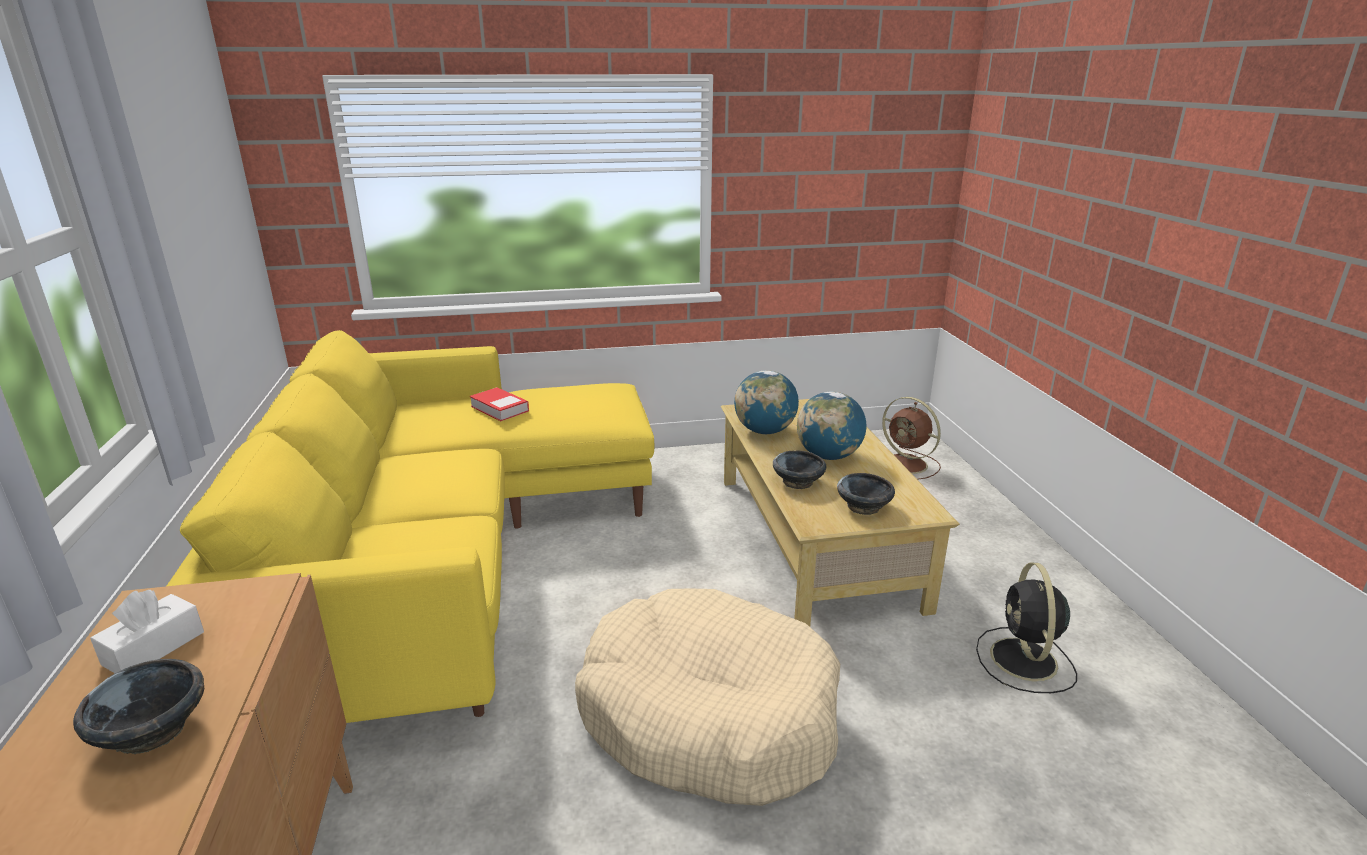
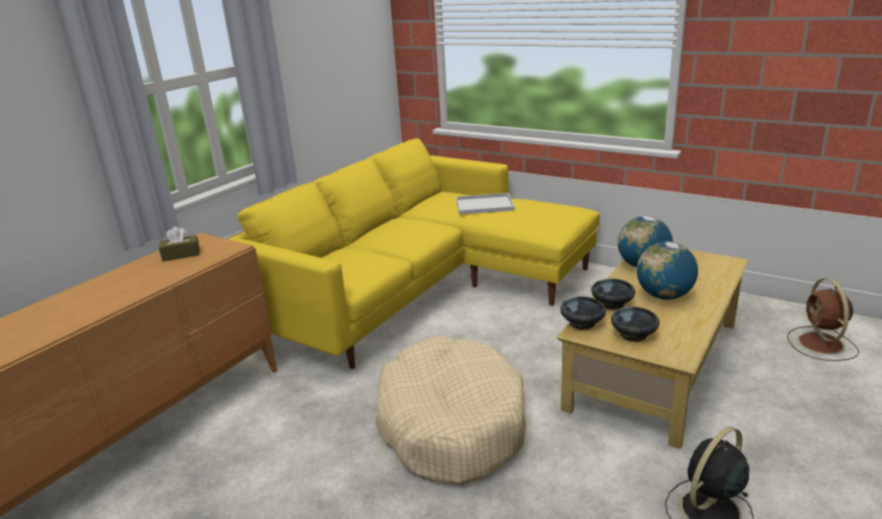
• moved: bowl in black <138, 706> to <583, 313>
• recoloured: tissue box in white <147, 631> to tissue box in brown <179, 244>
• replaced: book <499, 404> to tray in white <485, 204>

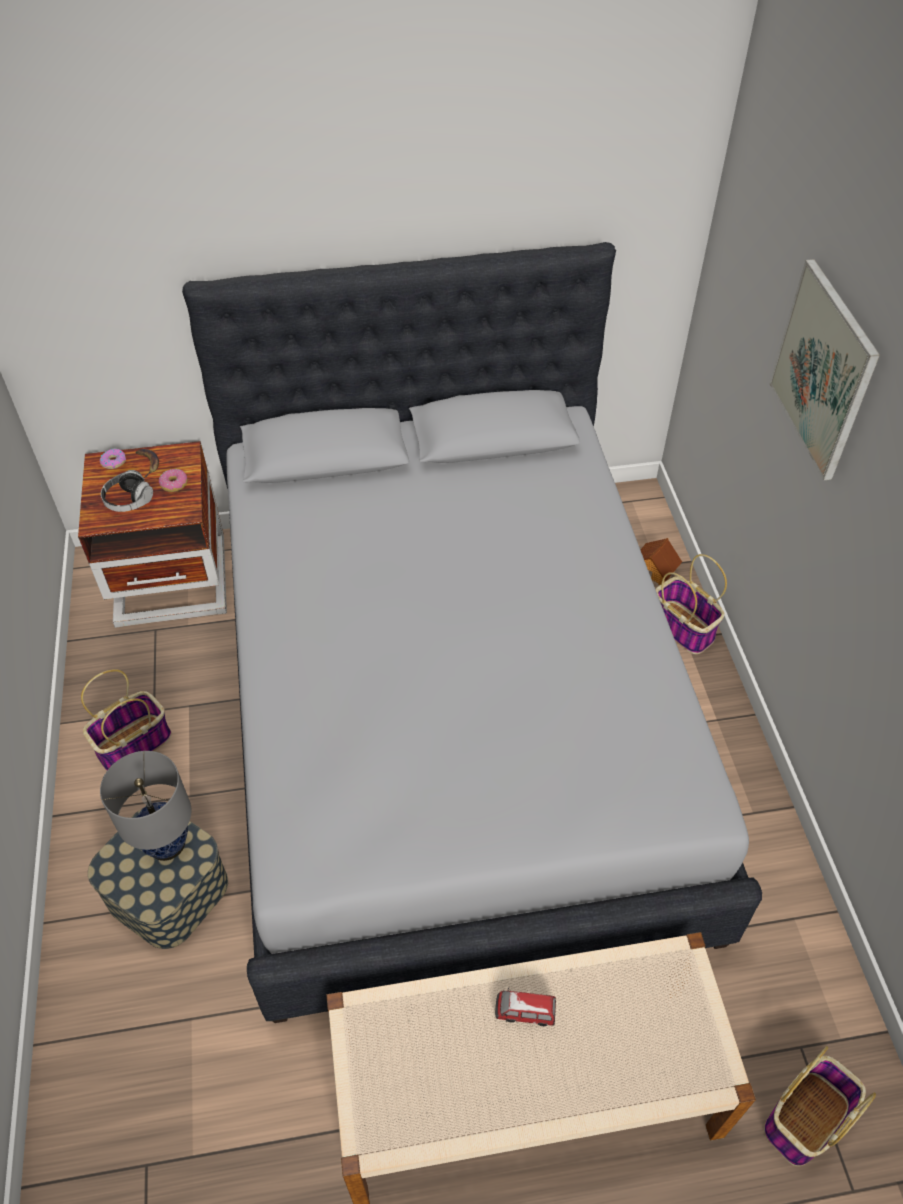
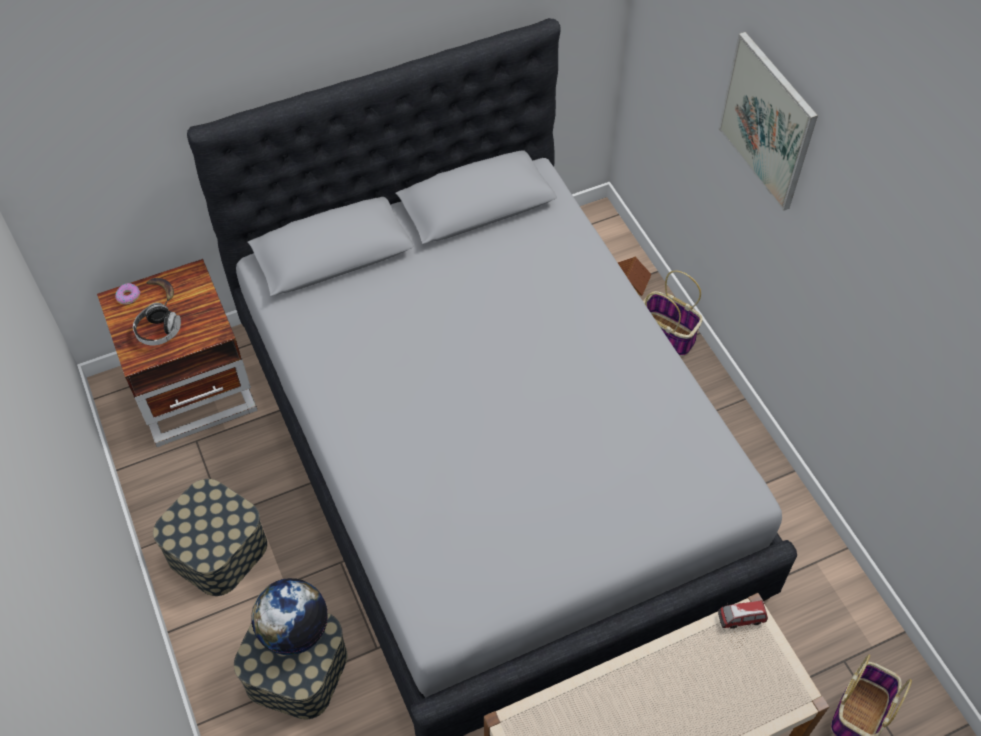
• replaced: basket <126, 720> to storage box <210, 537>
• replaced: table lamp in grey <145, 806> to globe <289, 616>
• removed: donut <173, 480>
• moved: toy car <525, 1007> to <743, 614>

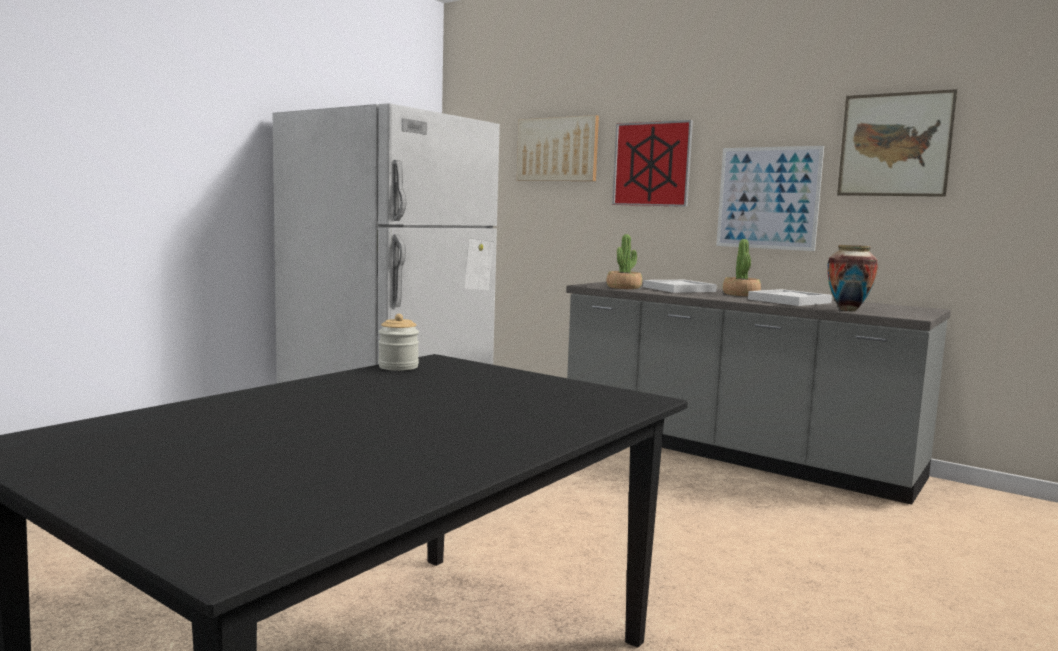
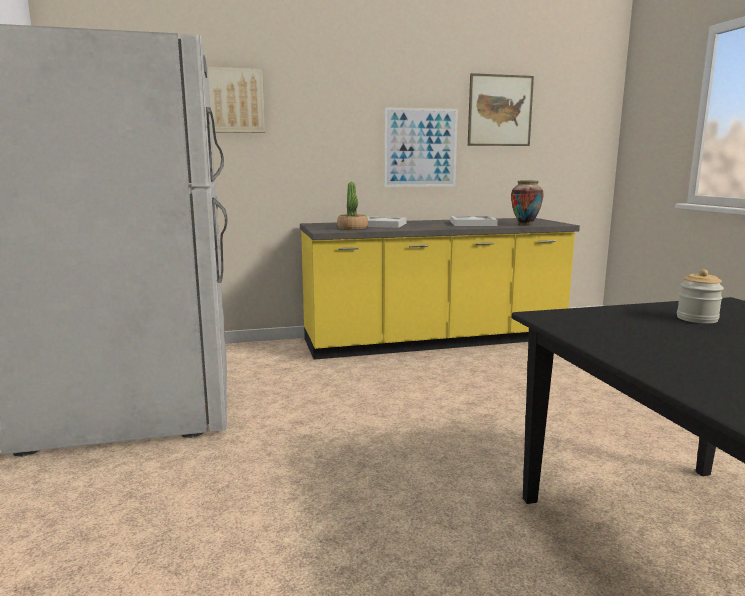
• moved: jar <398, 342> to <700, 296>
• recoloured: counter in grey <758, 393> to counter in yellow <440, 289>
• removed: picture <652, 163>
• removed: potted plant <742, 267>

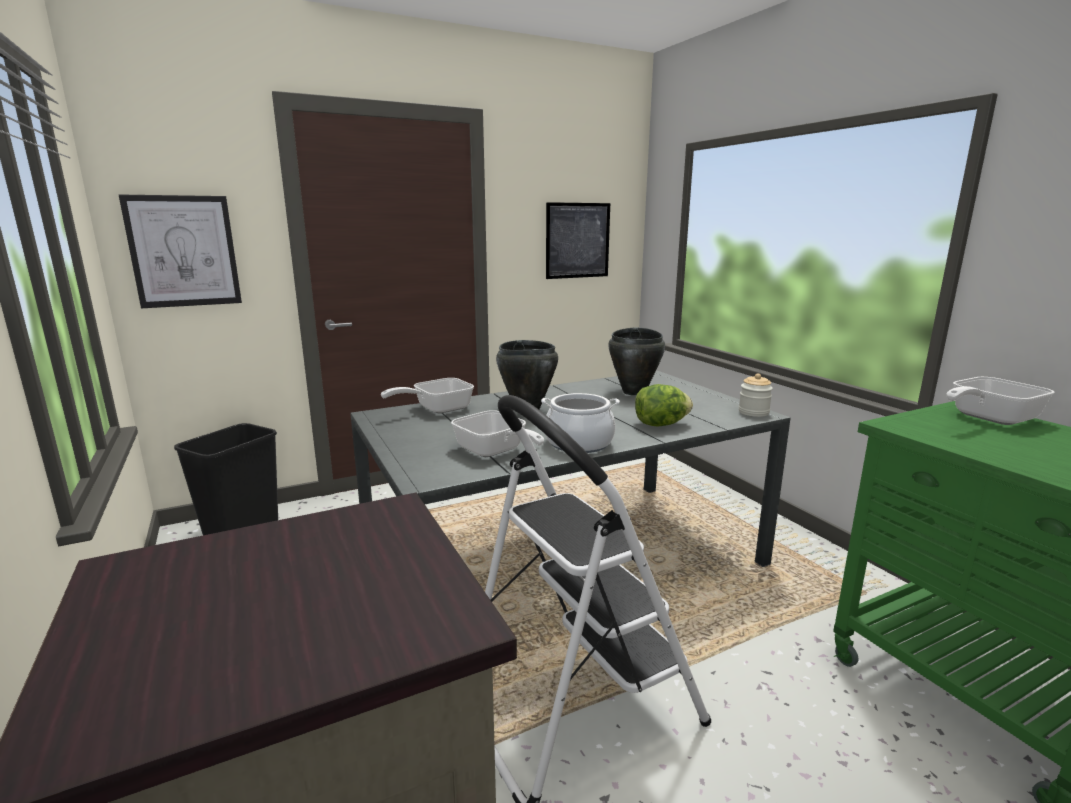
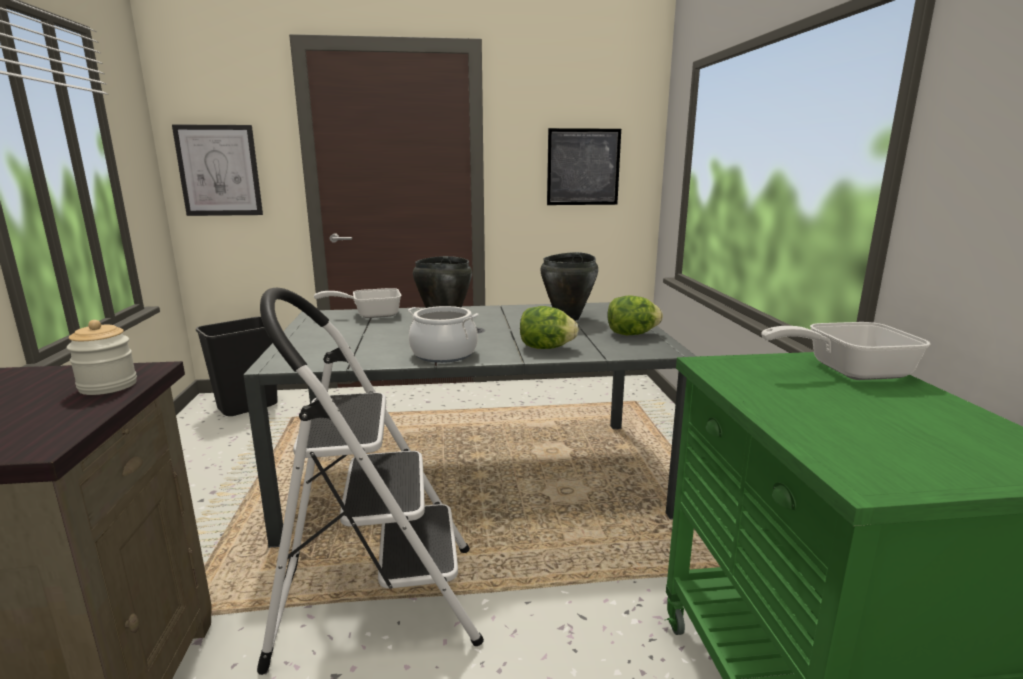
• removed: frying pan <497, 433>
• moved: jar <756, 395> to <102, 357>
• added: lettuce <635, 315>

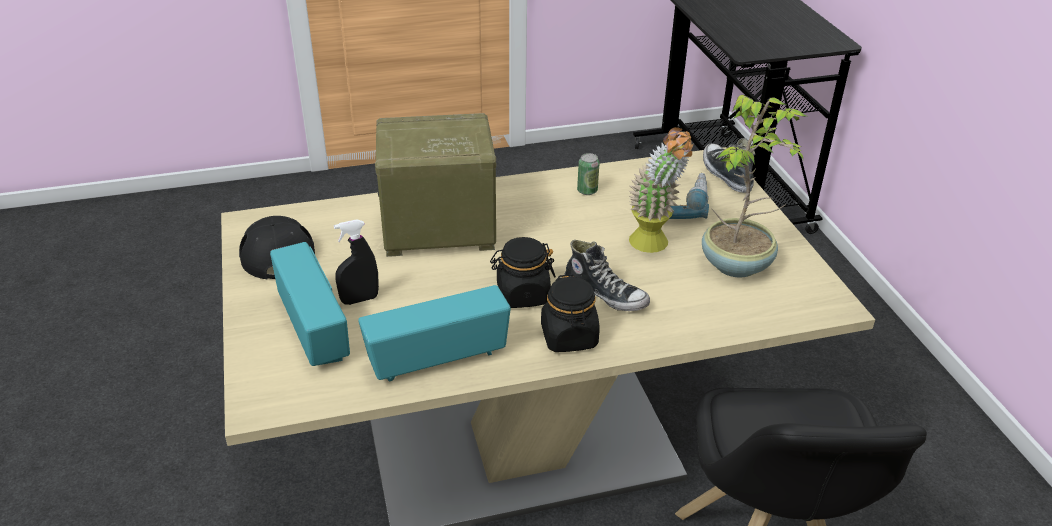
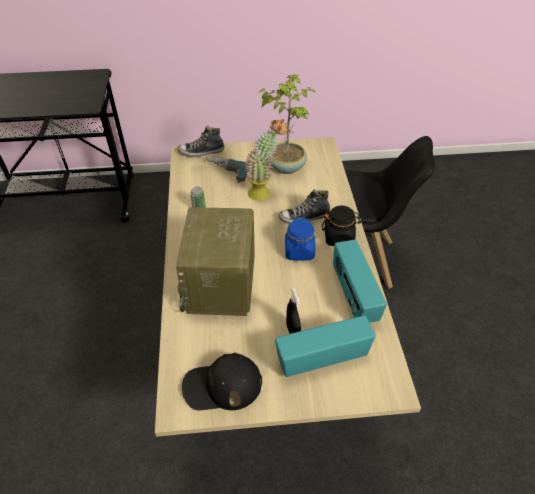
• recoloured: jar in black <523, 272> to jar in blue <300, 239>
• turned: shoe <607, 275> = <304, 206> 150 degrees counterclockwise

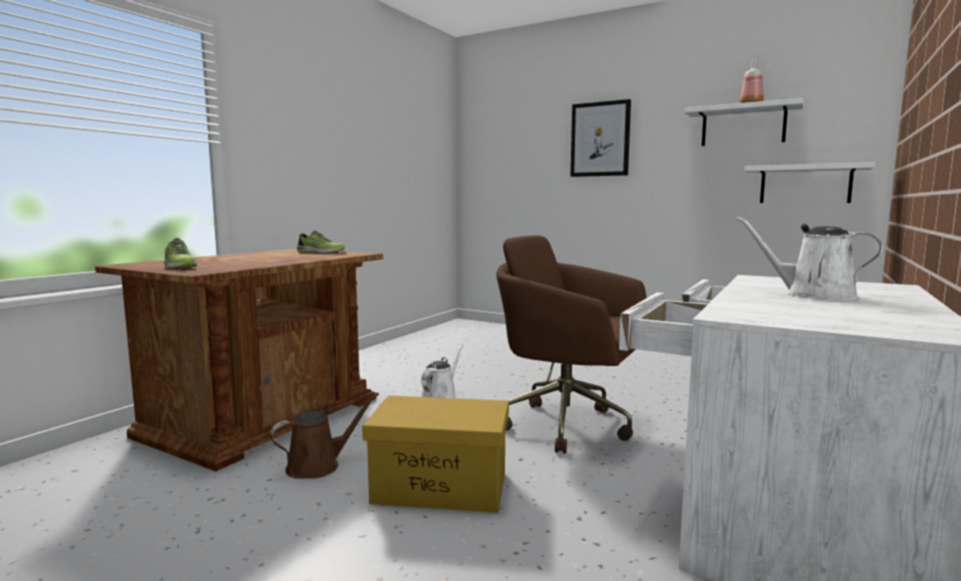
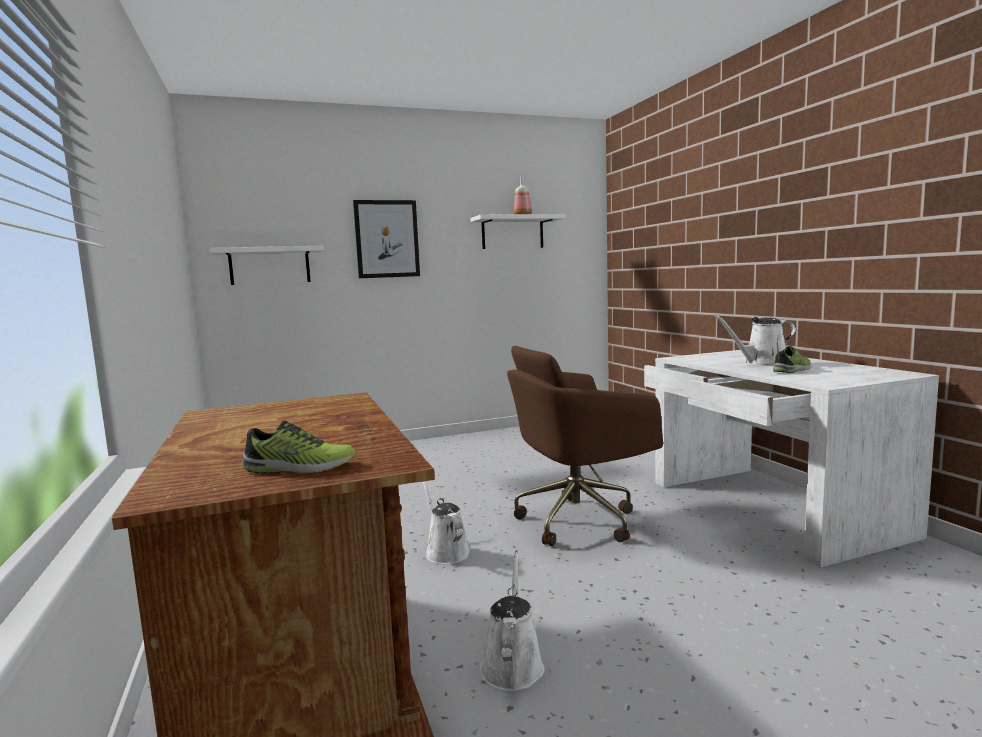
• recoloured: watering can in brown <324, 435> to watering can in white <512, 620>
• moved: shoe <321, 241> to <792, 359>
• removed: storage box in yellow <435, 454>
• moved: shelf in white <809, 182> to <266, 265>

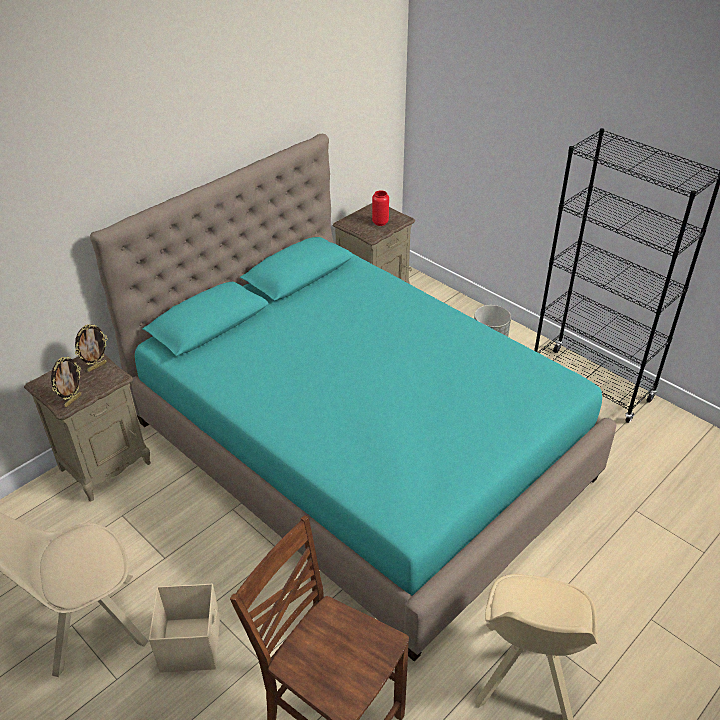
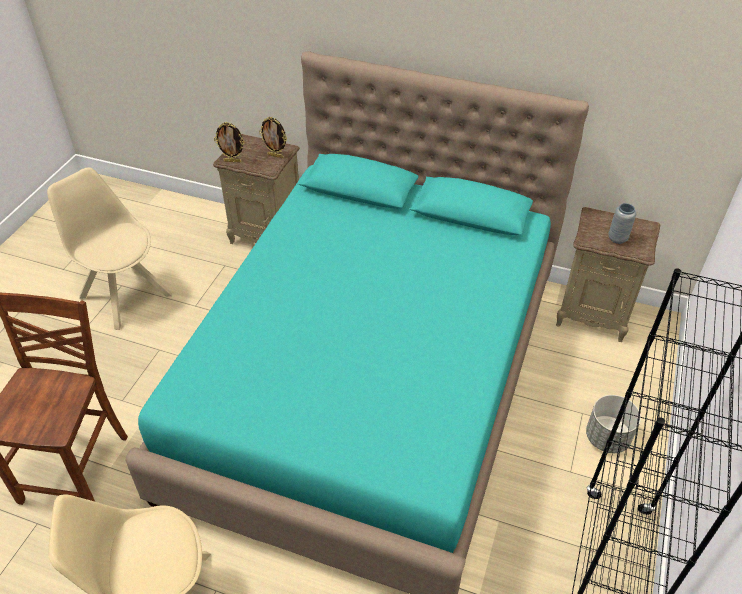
• removed: storage box in beige <184, 628>
• recoloured: vase in red <380, 208> to vase in grey <622, 223>

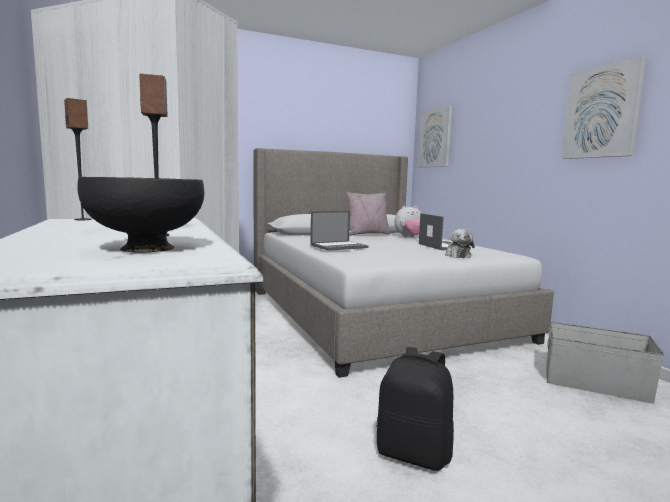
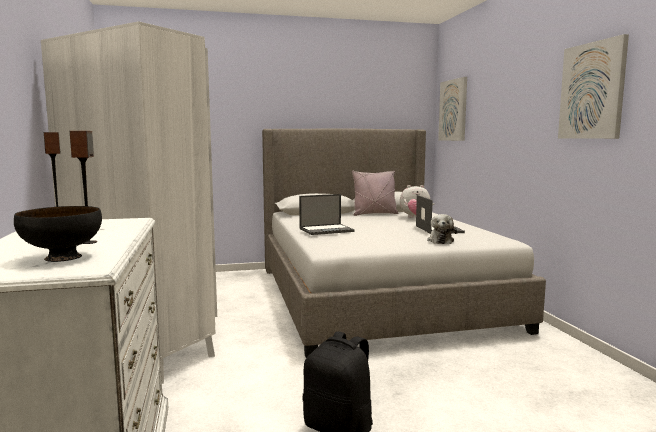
• removed: storage box in grey <605, 362>

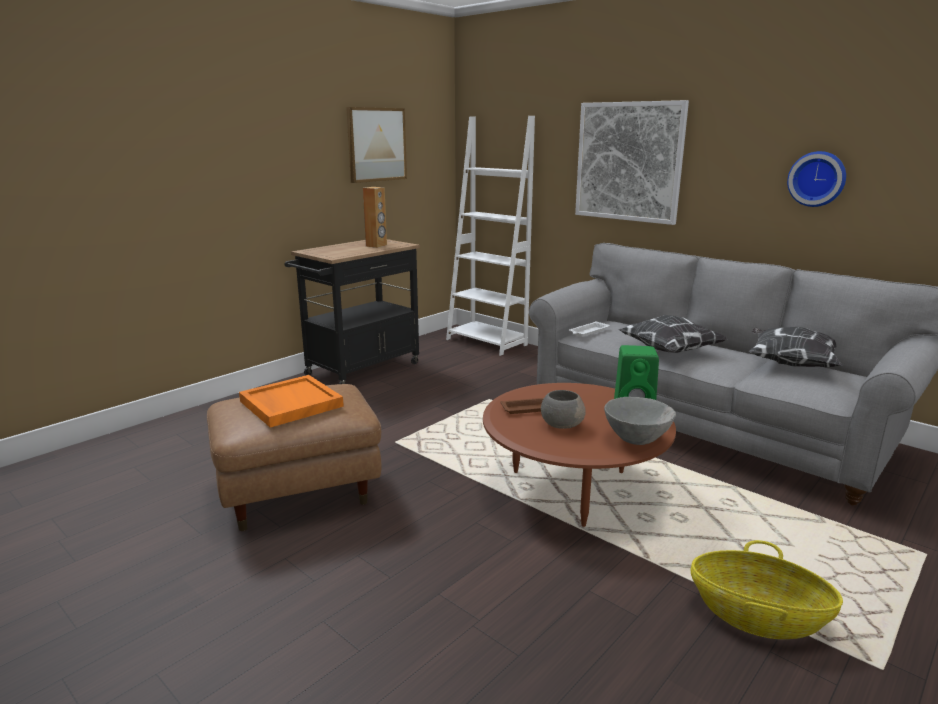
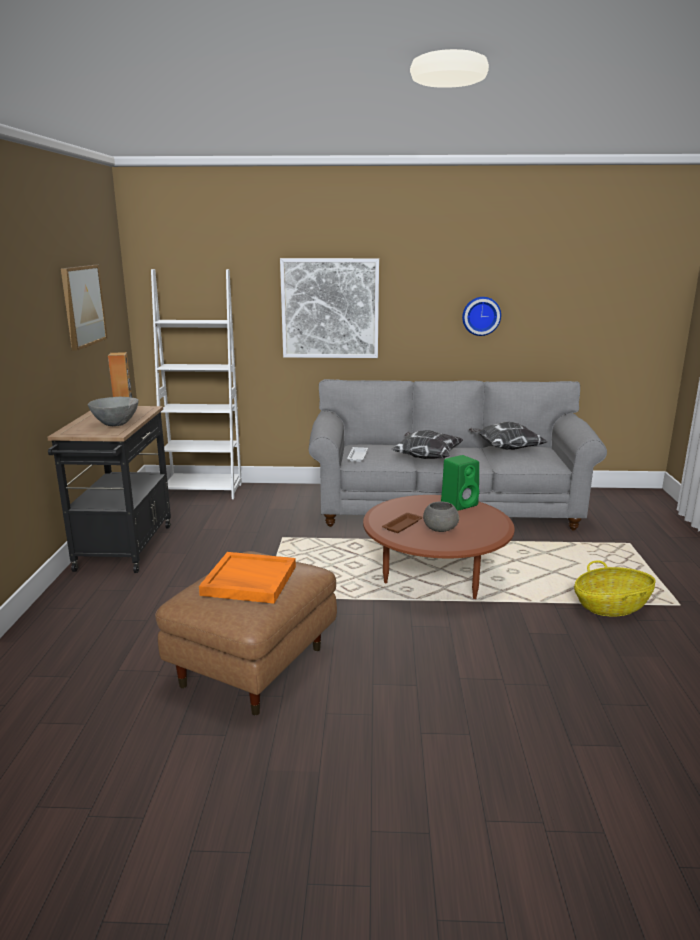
• moved: bowl in grey <640, 421> to <113, 411>

